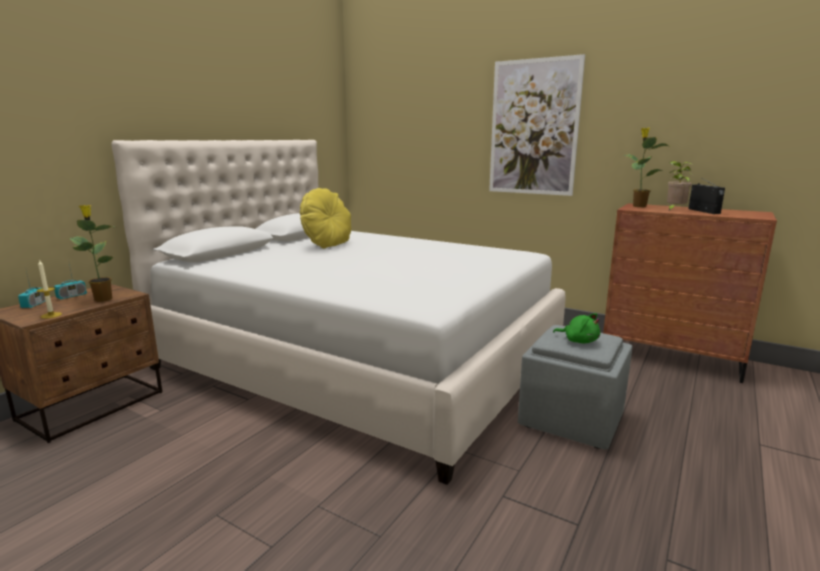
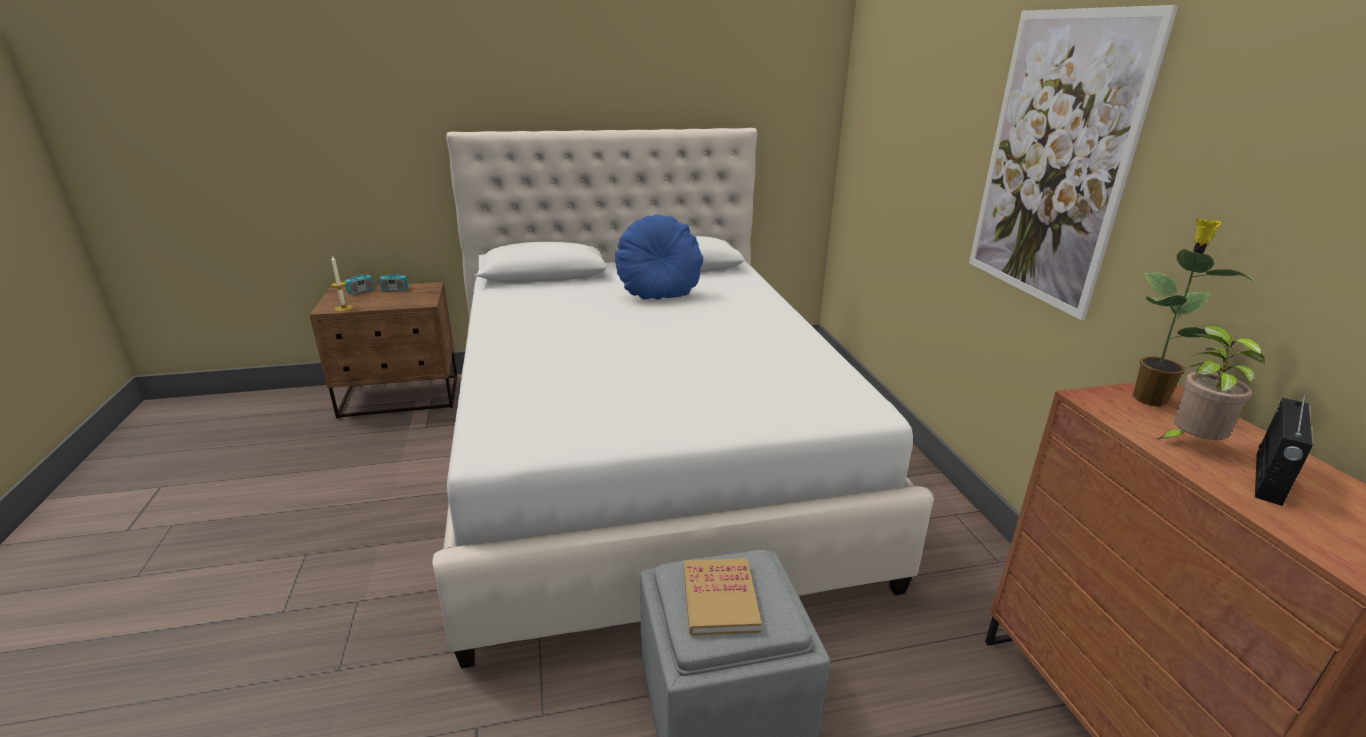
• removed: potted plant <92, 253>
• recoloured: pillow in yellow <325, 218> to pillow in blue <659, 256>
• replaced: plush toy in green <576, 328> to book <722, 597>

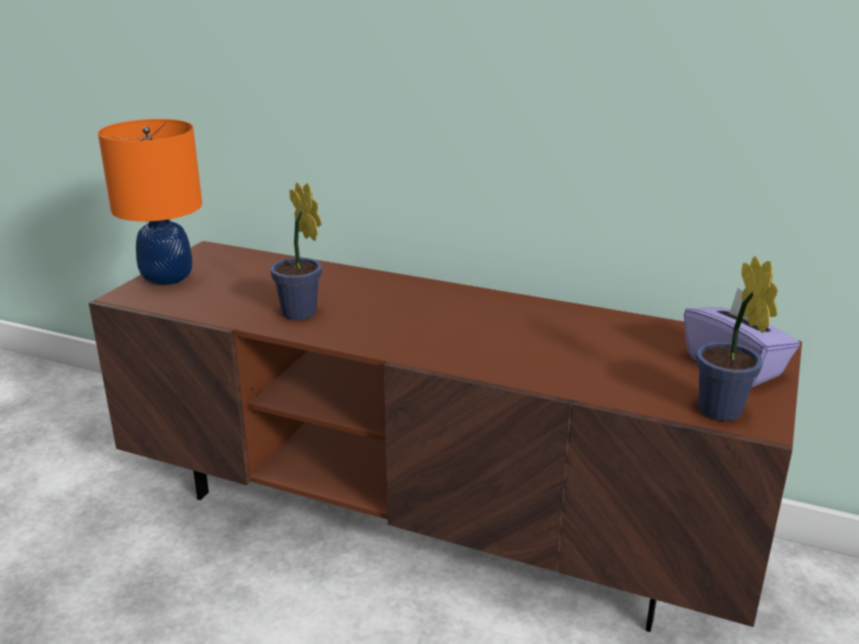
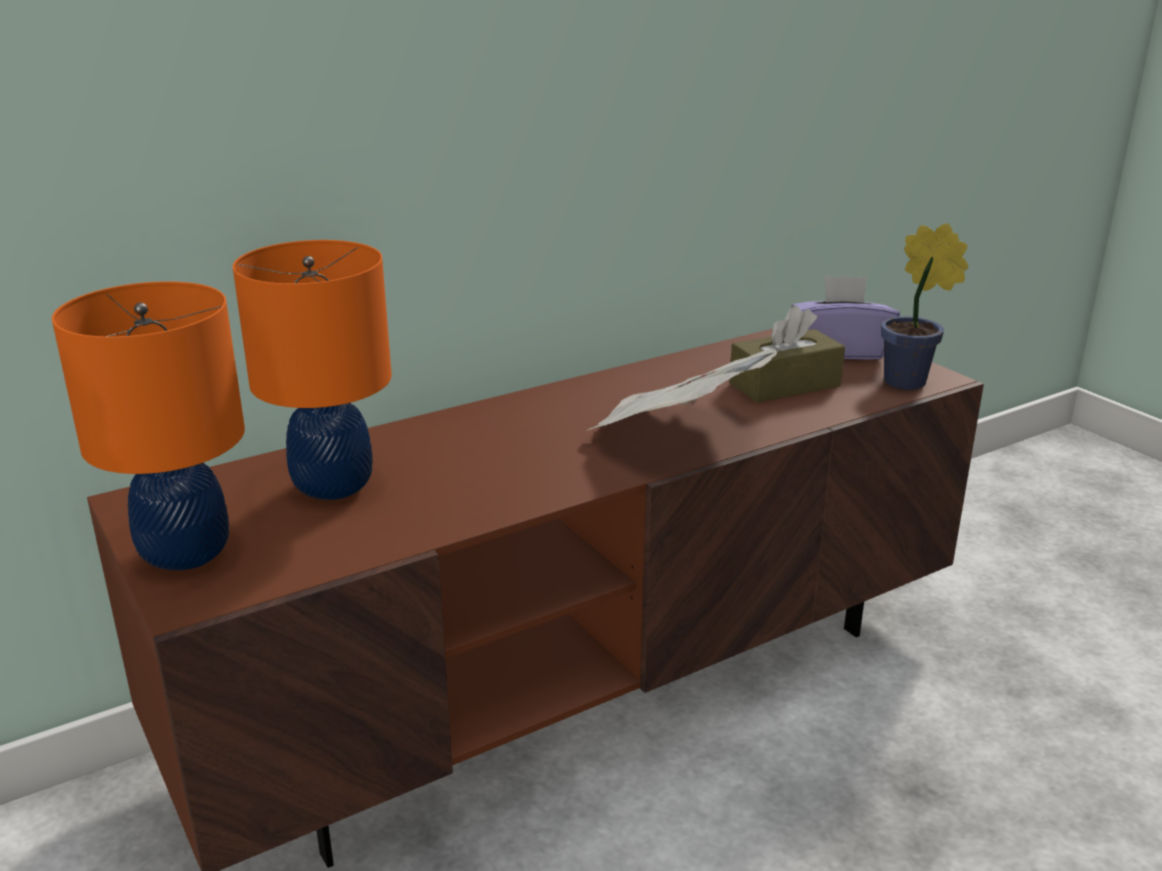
• removed: potted plant <296, 251>
• added: table lamp in orange <312, 370>
• added: newspaper <681, 389>
• added: tissue box in brown <787, 354>

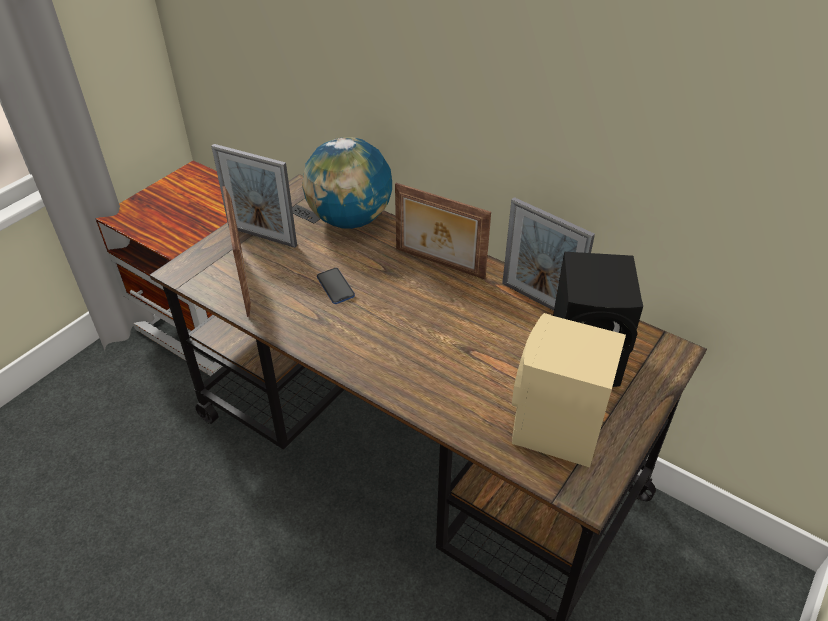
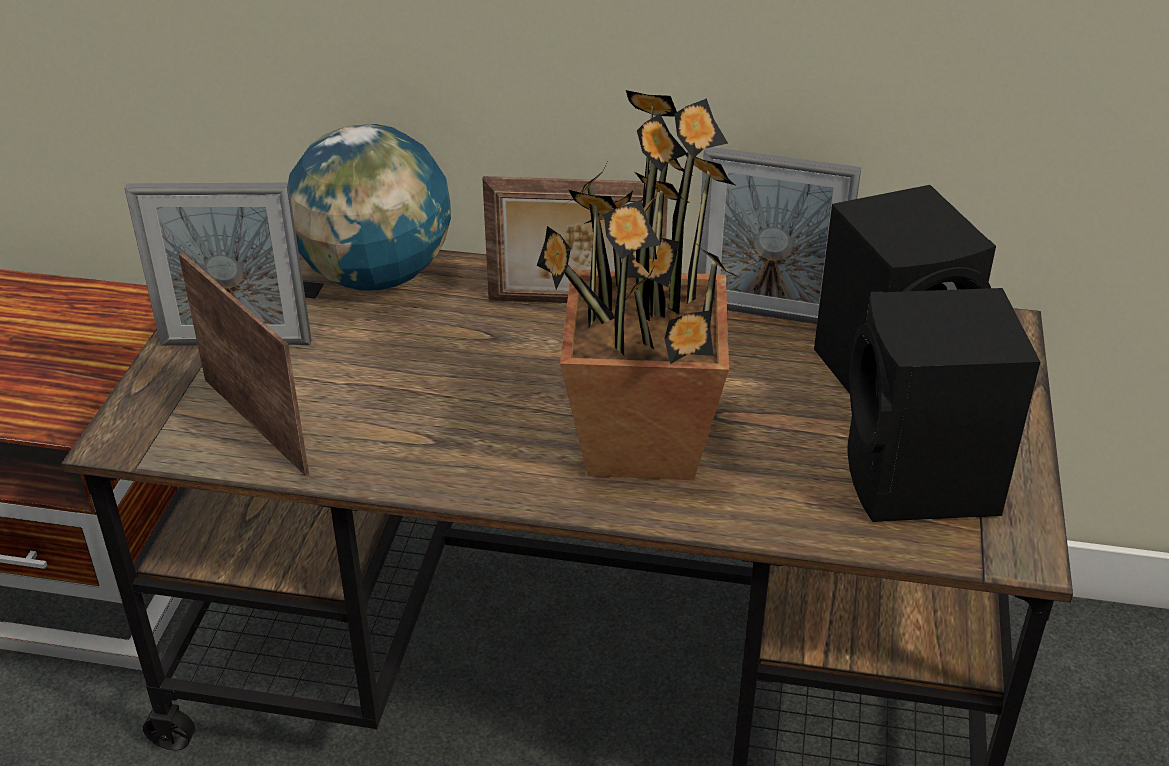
• removed: phone <336, 286>
• recoloured: speaker in beige <569, 390> to speaker in black <944, 405>
• added: potted plant <639, 285>

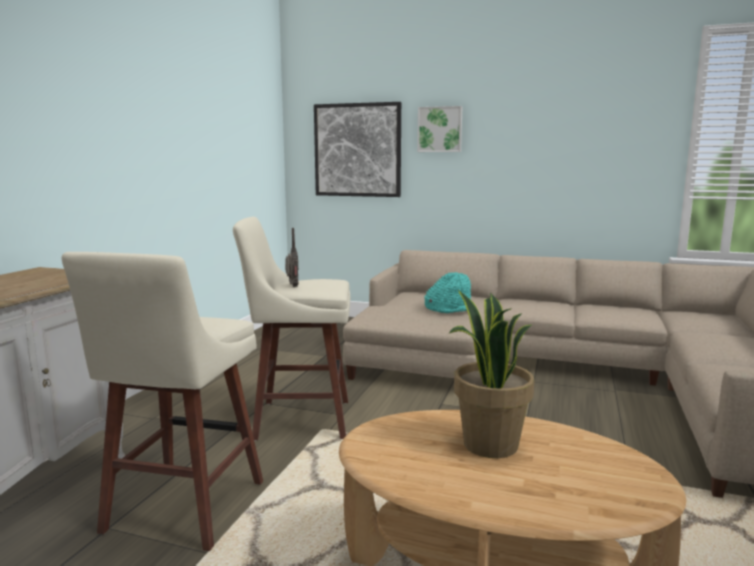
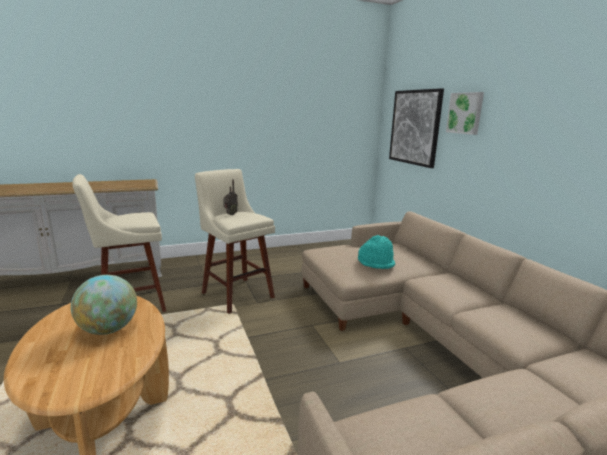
• replaced: potted plant <491, 374> to globe <104, 305>

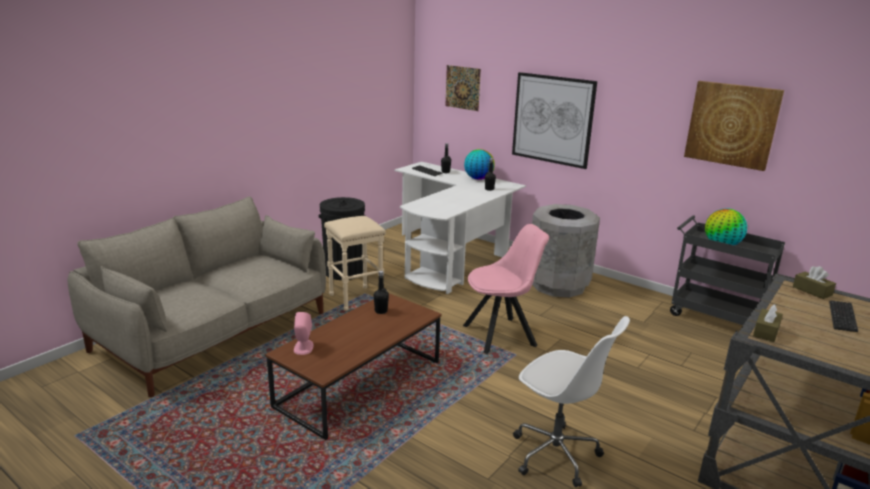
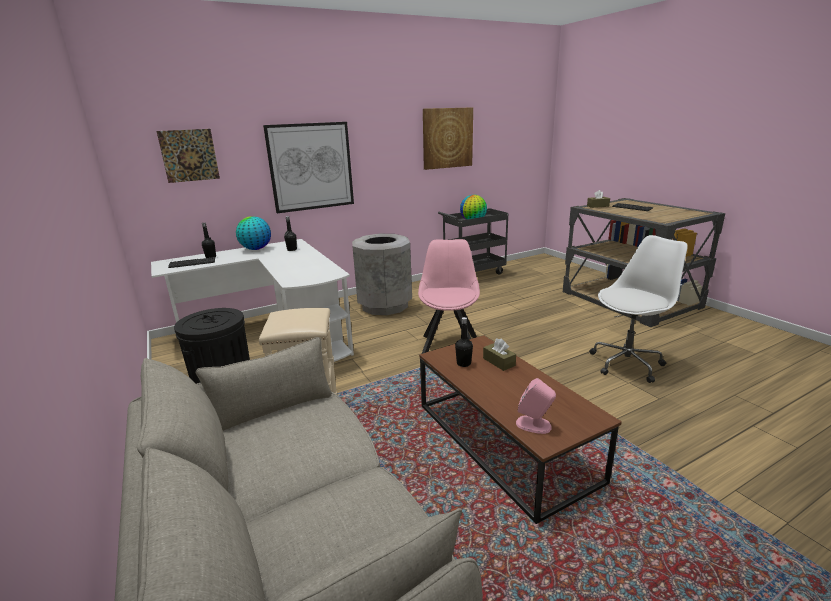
• moved: tissue box in brown <768, 323> to <499, 354>

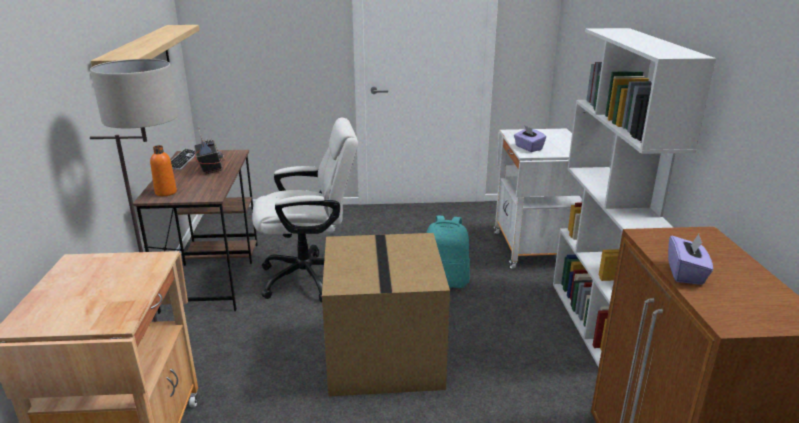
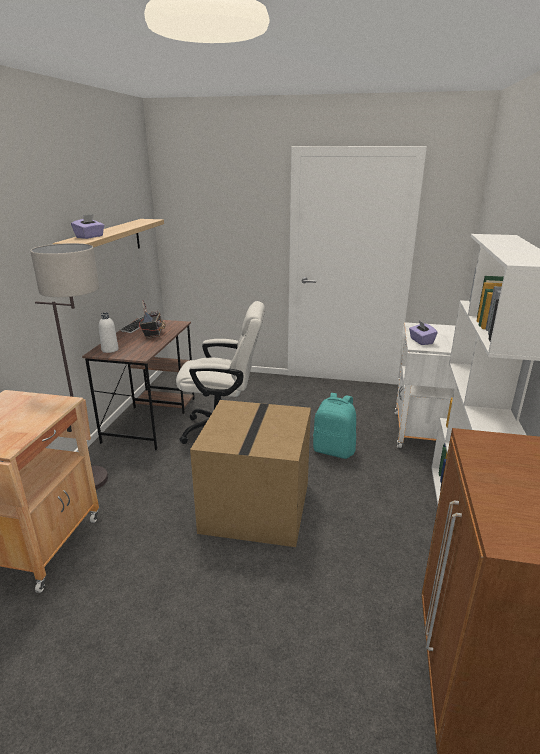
• recoloured: bottle in orange <163, 170> to bottle in white <108, 332>
• moved: tissue box in purple <690, 259> to <88, 226>

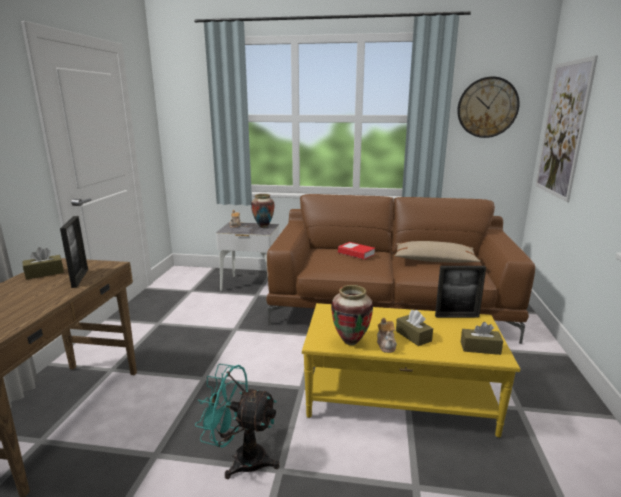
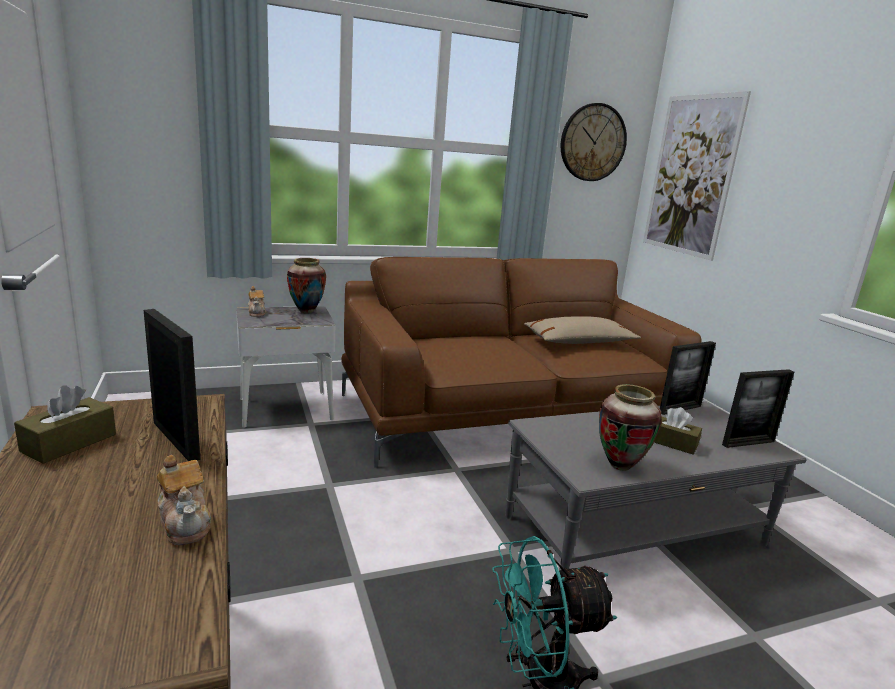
• recoloured: coffee table in yellow <411, 370> to coffee table in grey <656, 485>
• removed: book <356, 251>
• moved: teapot <387, 335> to <184, 500>
• replaced: tissue box in brown <482, 338> to picture frame <758, 408>

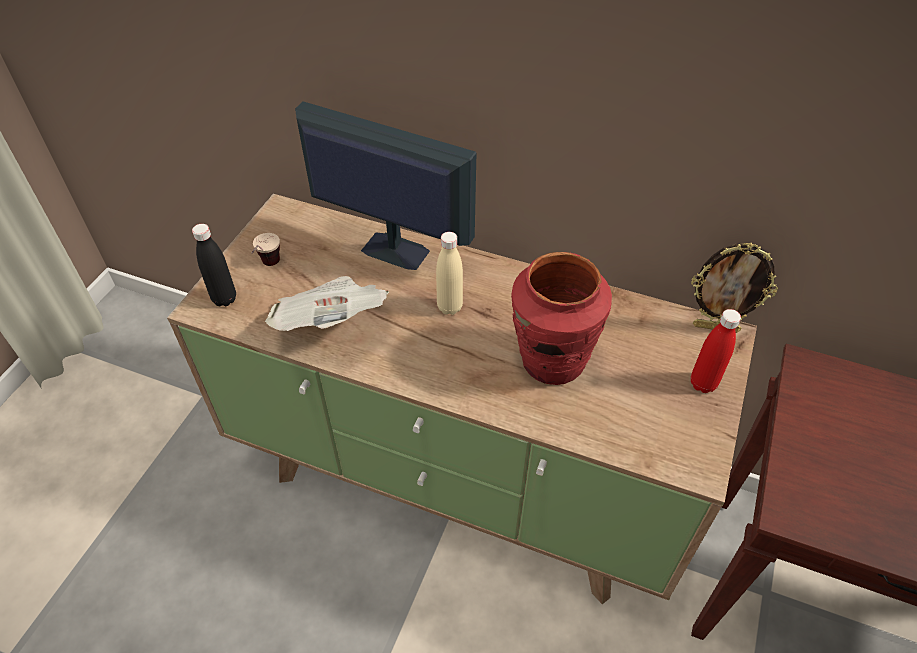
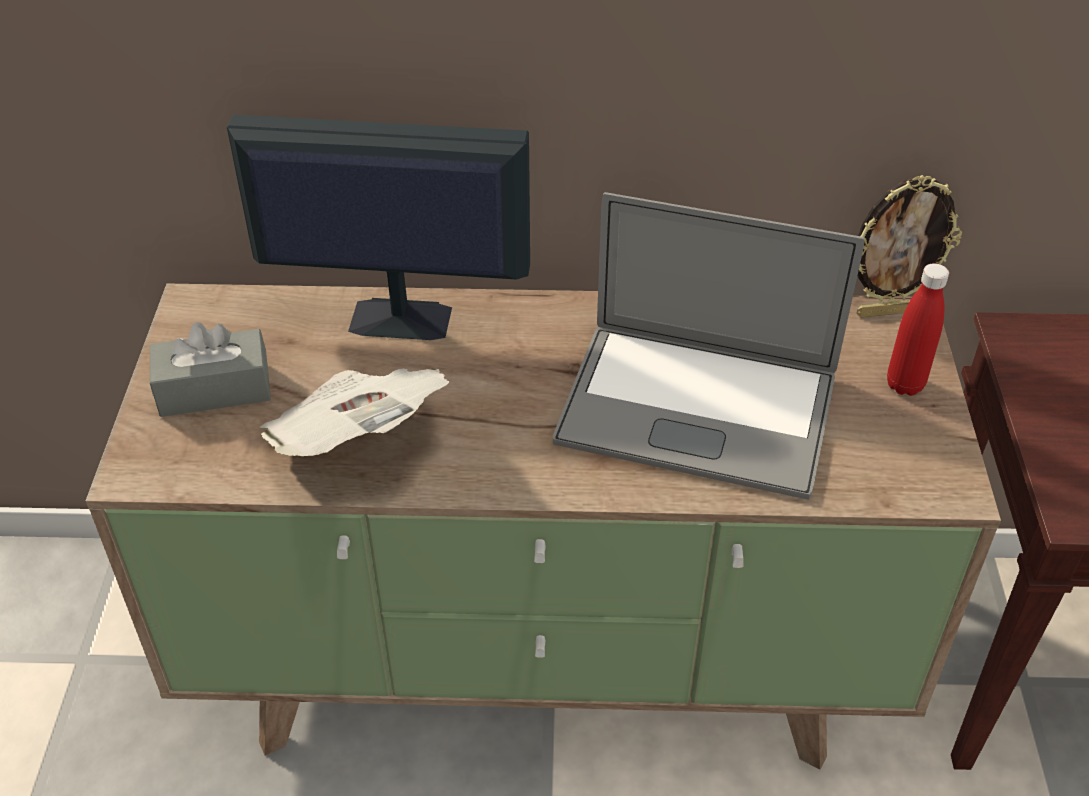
• removed: bottle in black <214, 265>
• replaced: cup <265, 249> to tissue box in grey <210, 369>
• removed: bottle in beige <449, 273>
• replaced: vase in red <561, 318> to laptop <708, 346>

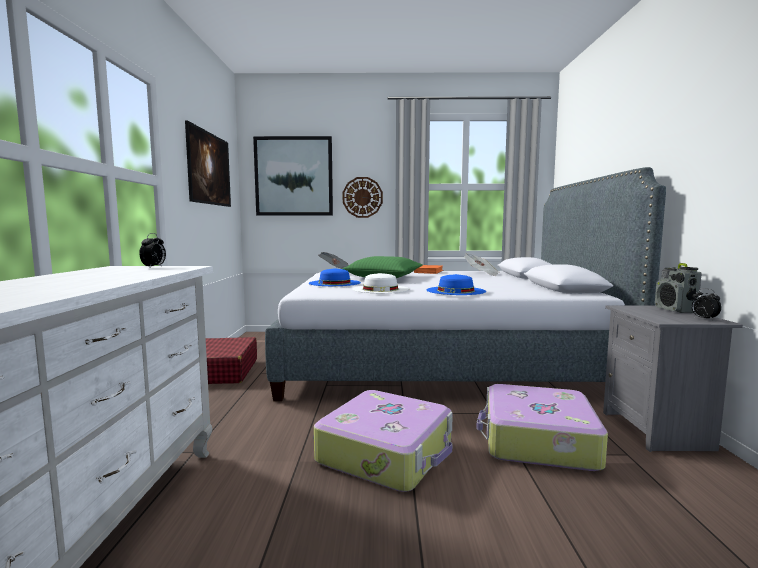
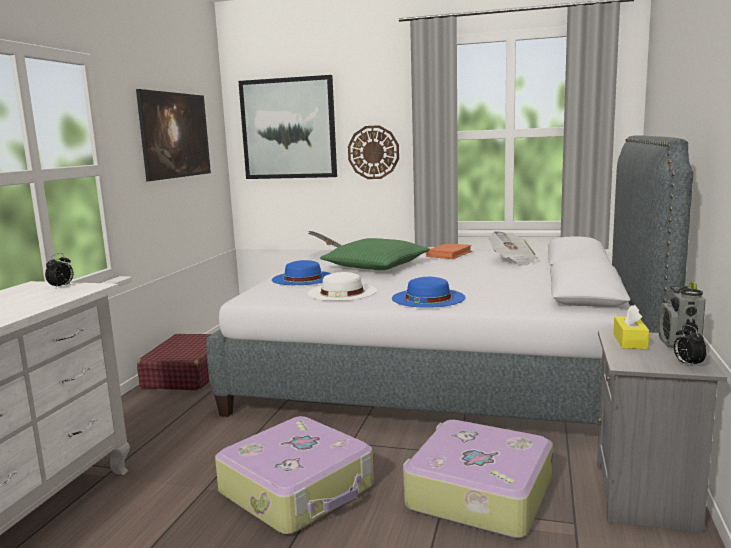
• added: tissue box in yellow <631, 327>

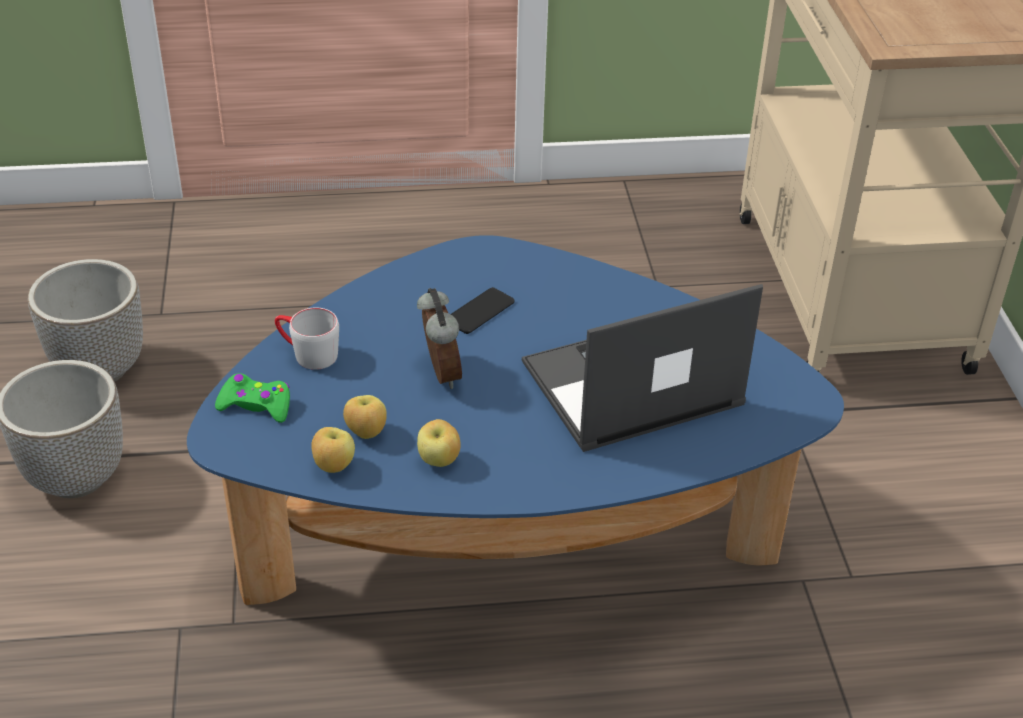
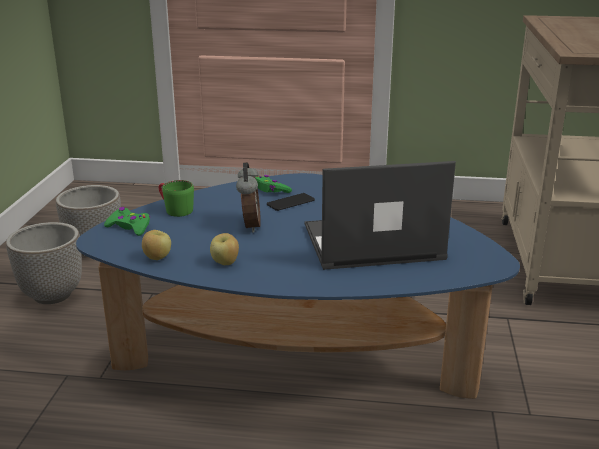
• recoloured: mug in grey <307, 338> to mug in green <176, 198>
• removed: apple <365, 417>
• added: game controller in green <273, 184>

